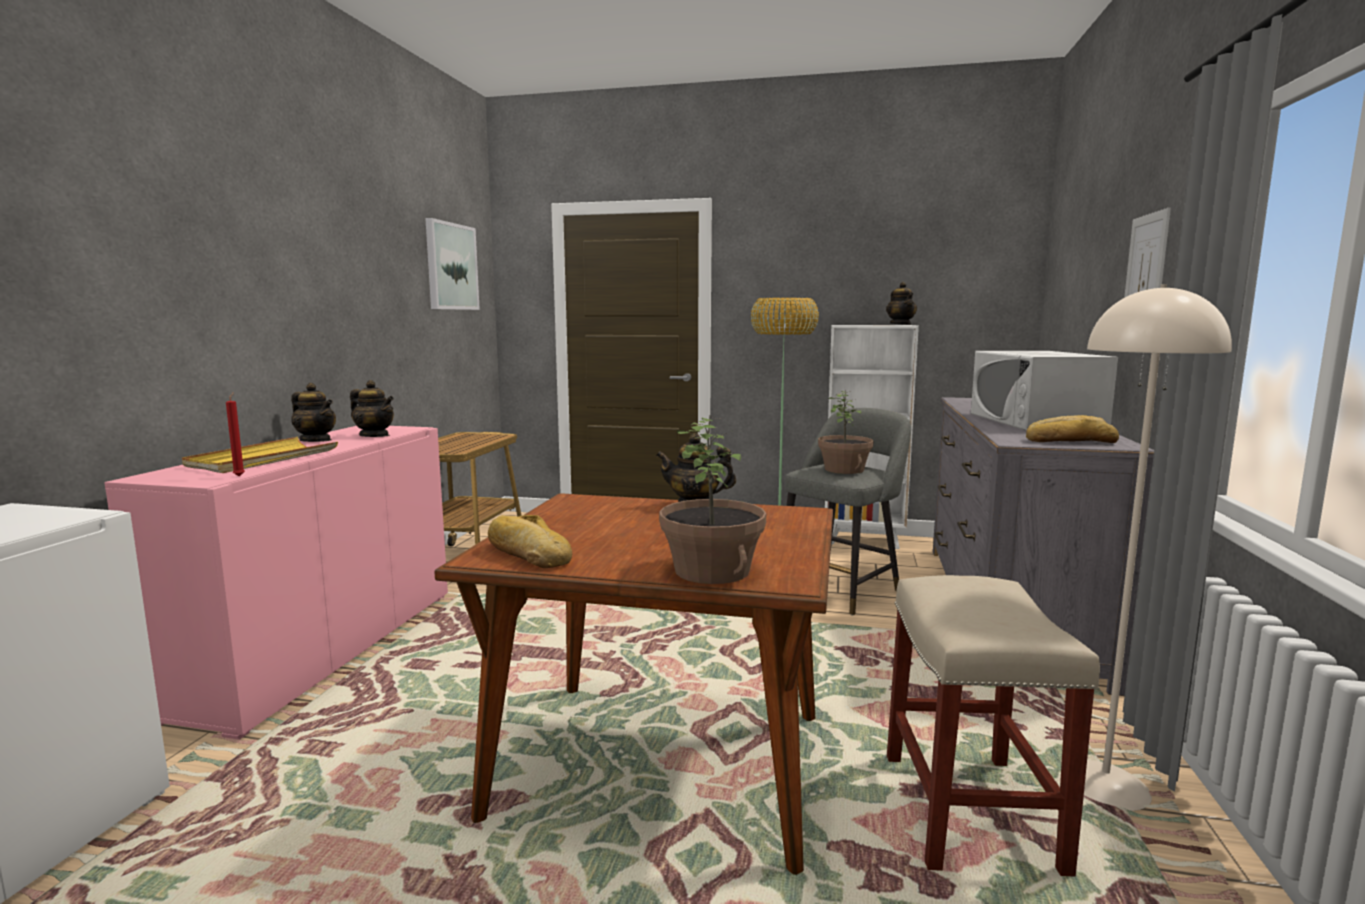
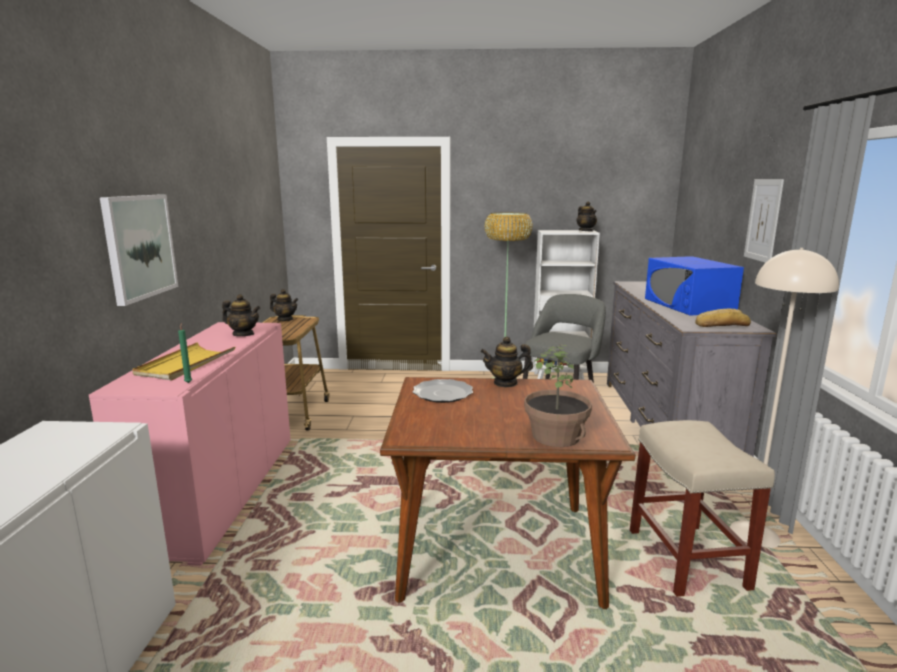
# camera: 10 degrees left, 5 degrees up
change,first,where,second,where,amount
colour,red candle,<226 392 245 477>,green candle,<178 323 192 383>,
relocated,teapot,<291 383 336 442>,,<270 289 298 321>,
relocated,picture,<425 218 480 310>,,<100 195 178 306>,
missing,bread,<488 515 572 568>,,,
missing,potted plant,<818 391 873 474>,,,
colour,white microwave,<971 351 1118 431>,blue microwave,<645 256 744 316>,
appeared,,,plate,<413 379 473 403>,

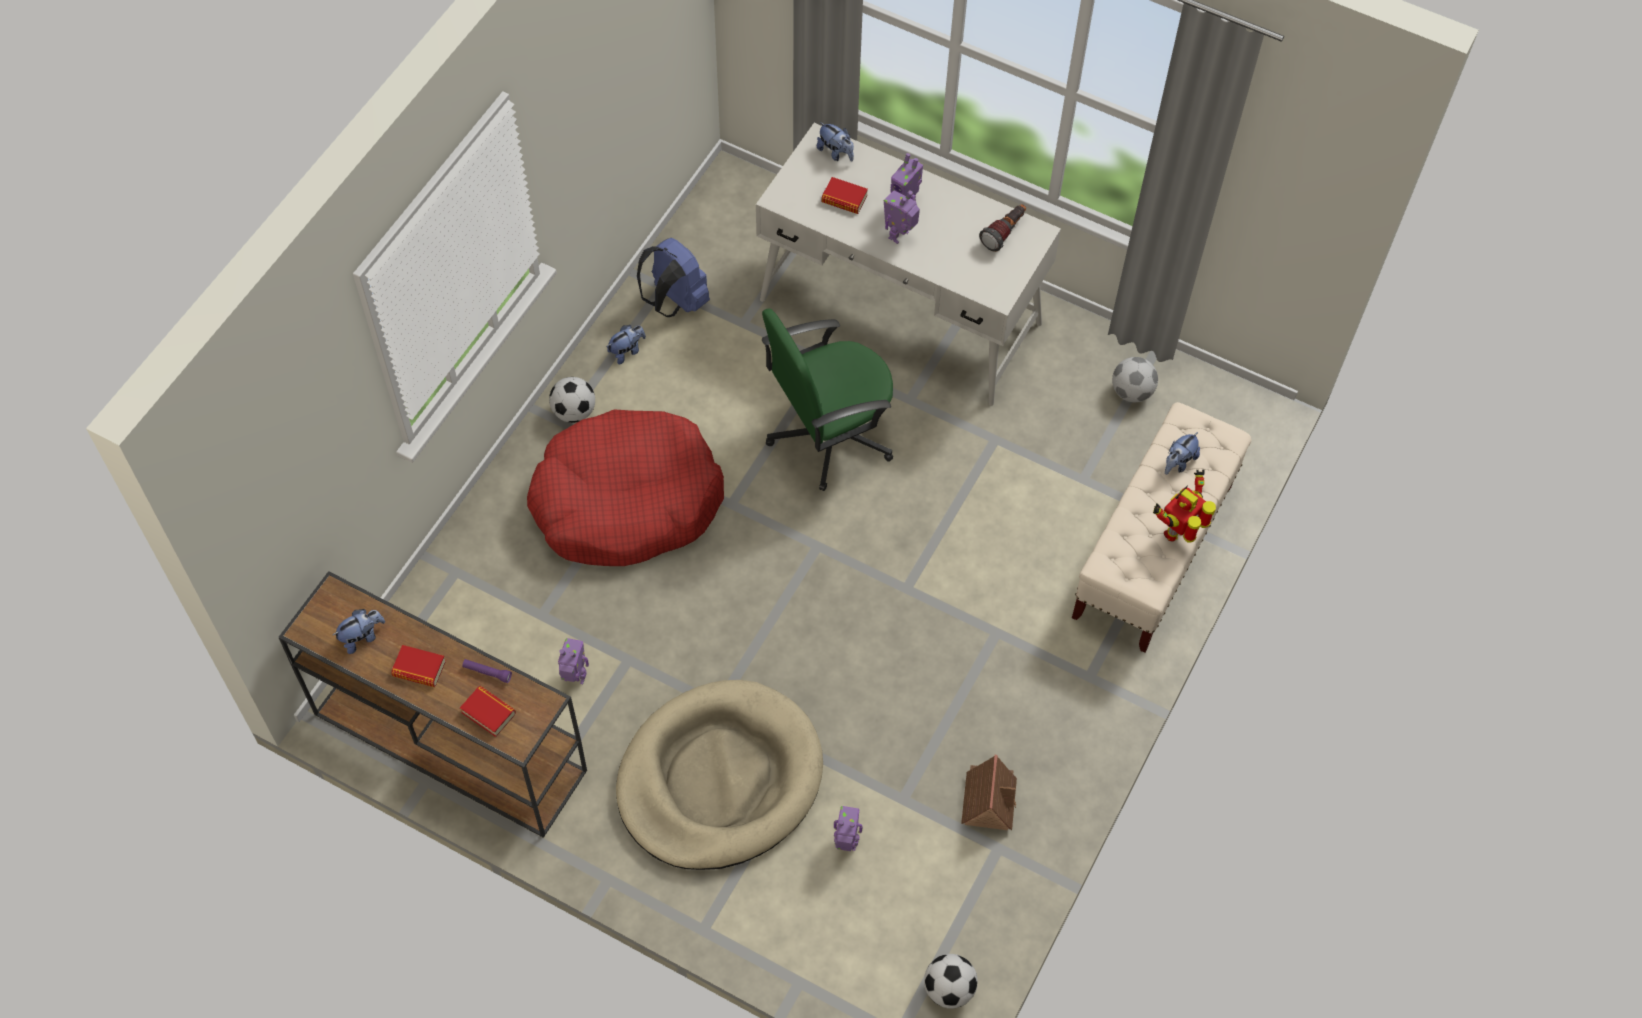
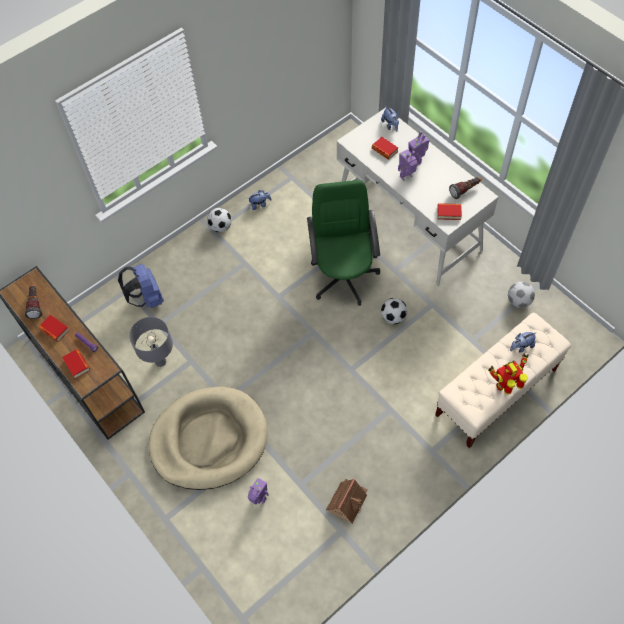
# camera: 25 degrees right, 0 degrees up
change,first,where,second,where,amount
exchanged,plush toy,<333 609 385 654>,flashlight,<25 284 42 319>,
missing,red dog bed,<527 409 724 566>,,,
exchanged,toy robot,<558 638 589 684>,grey table lamp,<129 317 173 367>,
relocated,blue backpack,<637 238 710 317>,,<118 264 164 308>,
spun,green office chair,<762 308 893 491>,,<307 180 380 306>,90 degrees clockwise
relocated,football,<924 954 978 1009>,,<381 298 407 324>,
appeared,,,book,<437 203 462 220>,

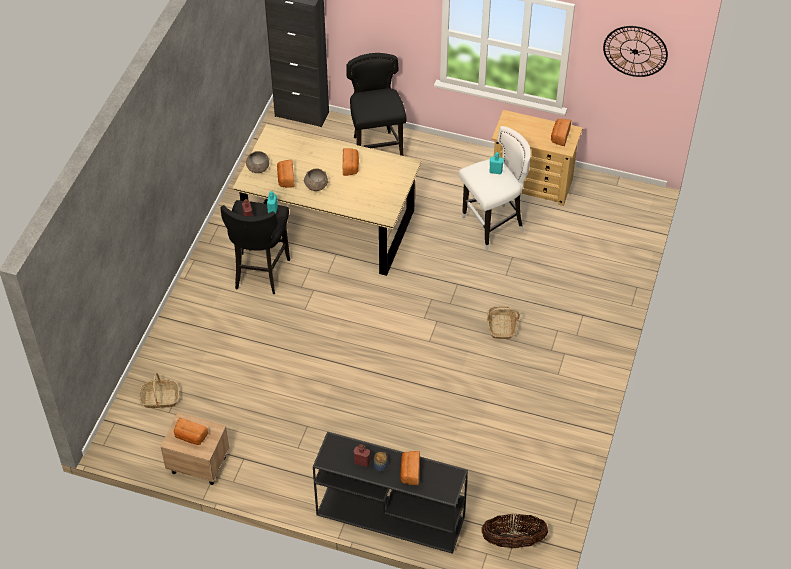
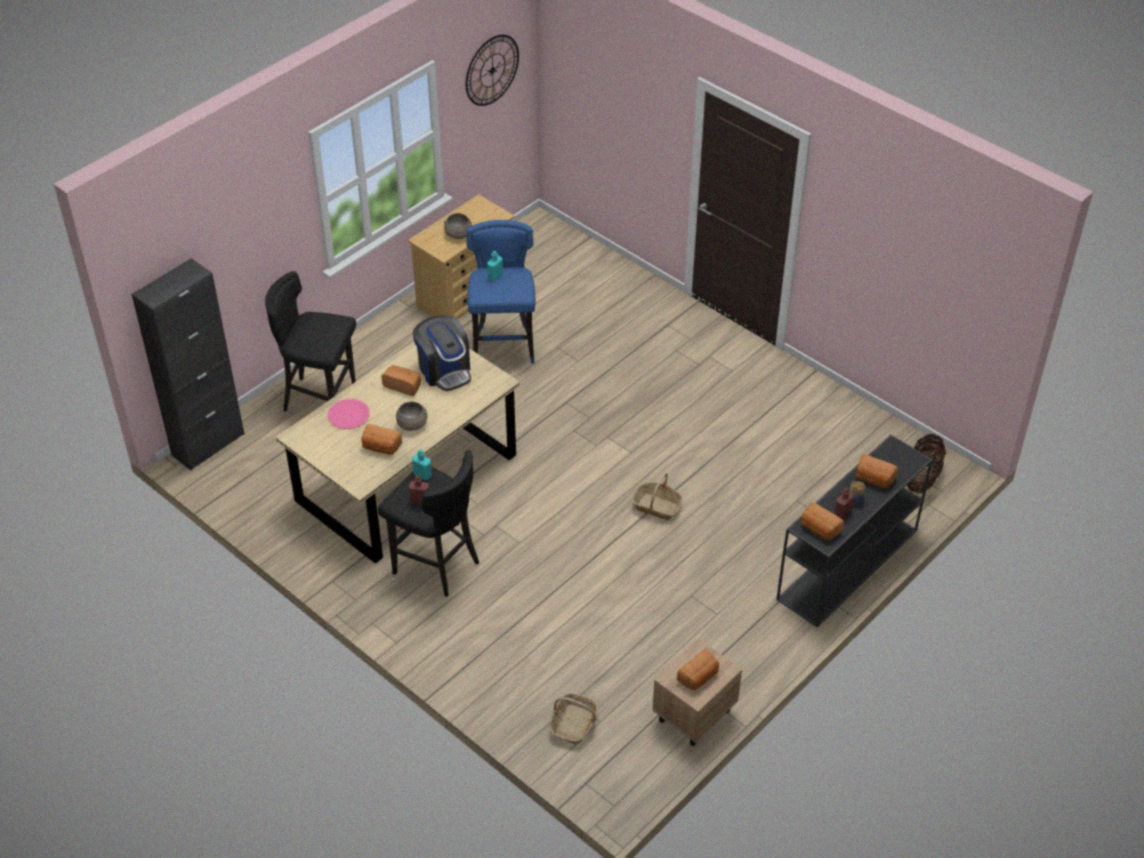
# camera: 65 degrees left, 5 degrees down
change,first,where,second,where,amount
relocated,grey bowl,<246 151 270 173>,,<444 213 472 239>,
colour,white stool,<459 126 531 251>,blue stool,<466 220 535 363>,
relocated,basket,<487 306 520 339>,,<632 473 683 520>,
relocated,bread,<551 119 571 146>,,<801 502 844 541>,
appeared,,,pink plate,<328 399 370 429>,
appeared,,,coffee machine,<413 315 471 391>,

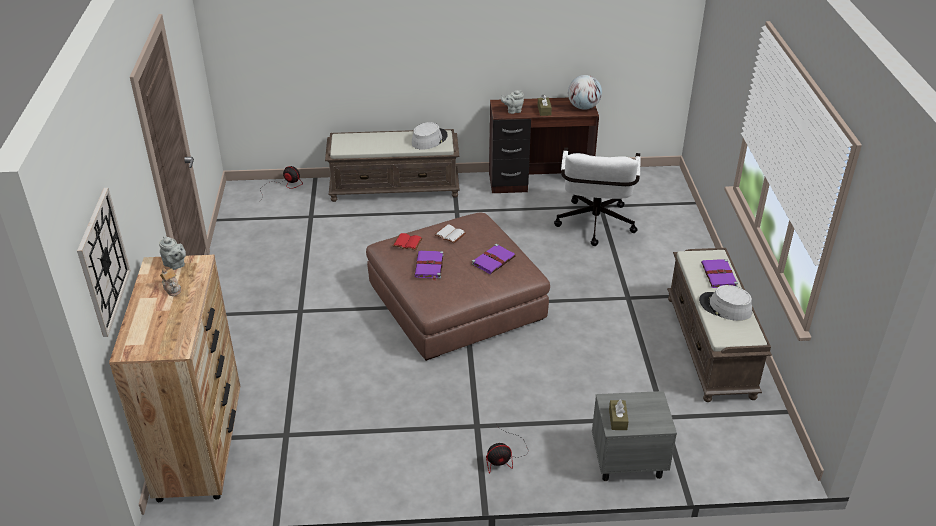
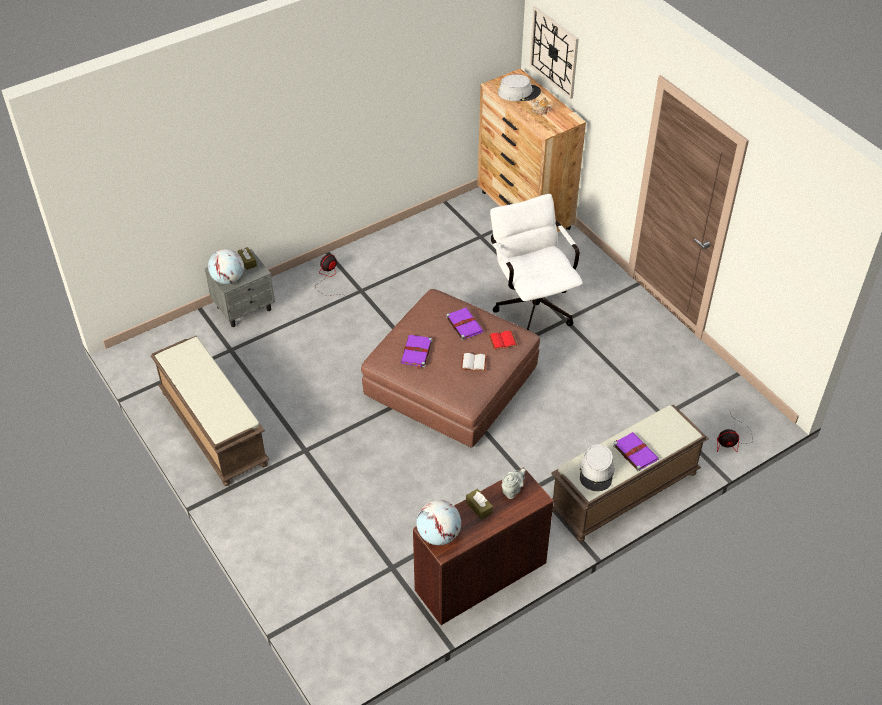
# camera: 150 degrees right, 10 degrees up
change,first,where,second,where,amount
missing,grey teapot,<159 236 186 270>,,,
relocated,white office chair,<554 148 641 246>,,<490 194 583 330>,
relocated,grey hat,<699 285 752 321>,,<498 74 541 101>,
relocated,purple book,<701 259 738 288>,,<613 432 659 472>,
appeared,,,globe,<208 249 244 284>,

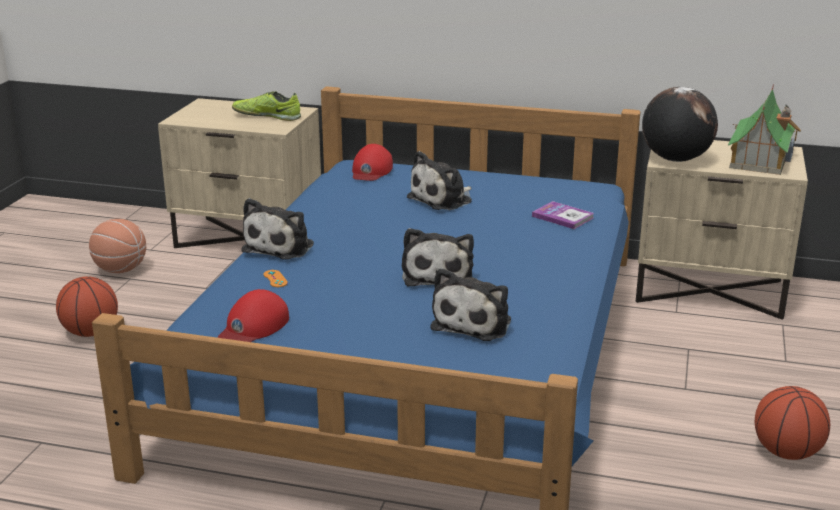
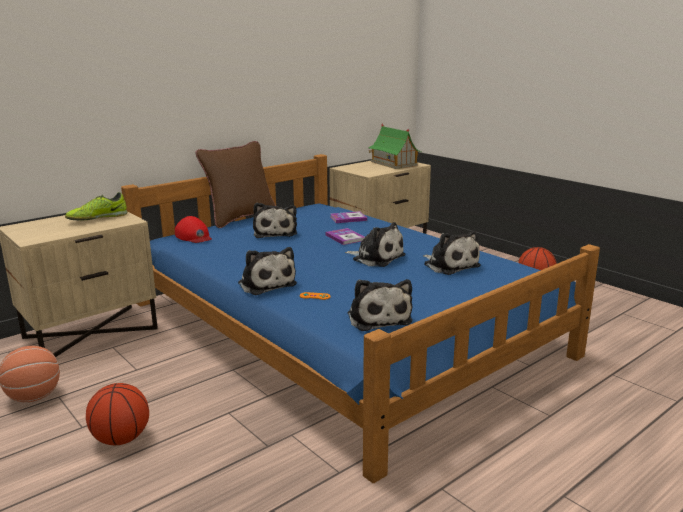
# camera: 55 degrees left, 5 degrees down
change,first,where,second,where,amount
exchanged,red cap,<218 289 289 342>,plush toy,<348 279 412 331>,
missing,globe,<642 87 718 162>,,,
appeared,,,brown pillow,<195 141 276 228>,
appeared,,,book,<325 228 365 245>,

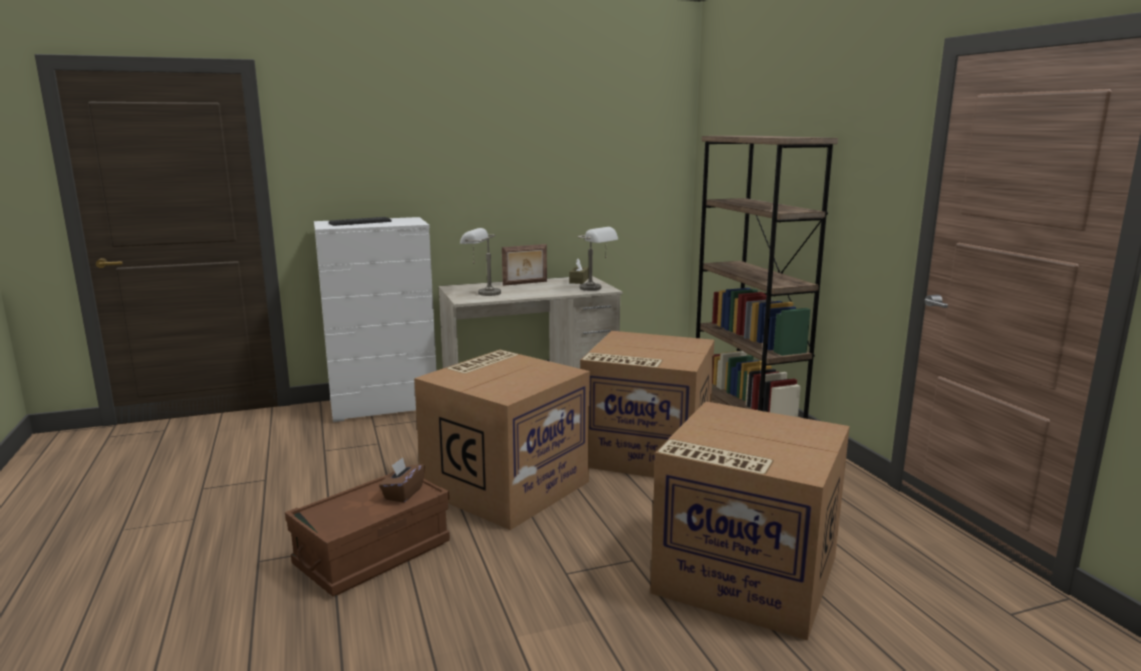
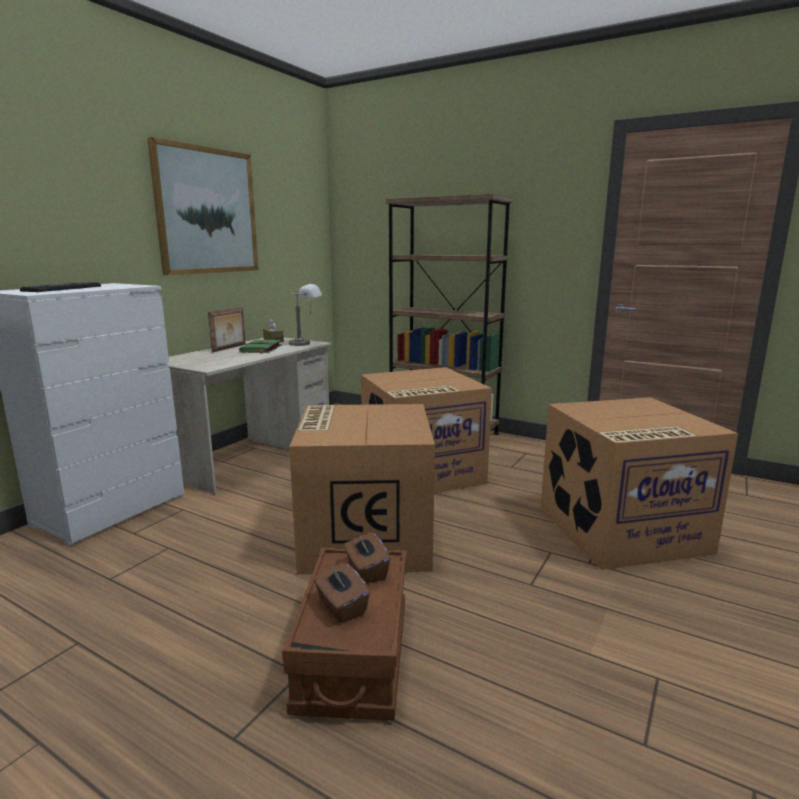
# camera: 40 degrees left, 0 degrees up
change,first,where,second,where,amount
missing,grey table lamp,<460 228 501 296>,,,
appeared,,,picture,<147 137 258 275>,
appeared,,,green book,<239 340 282 354>,
appeared,,,brown tissue box,<314 562 370 623>,

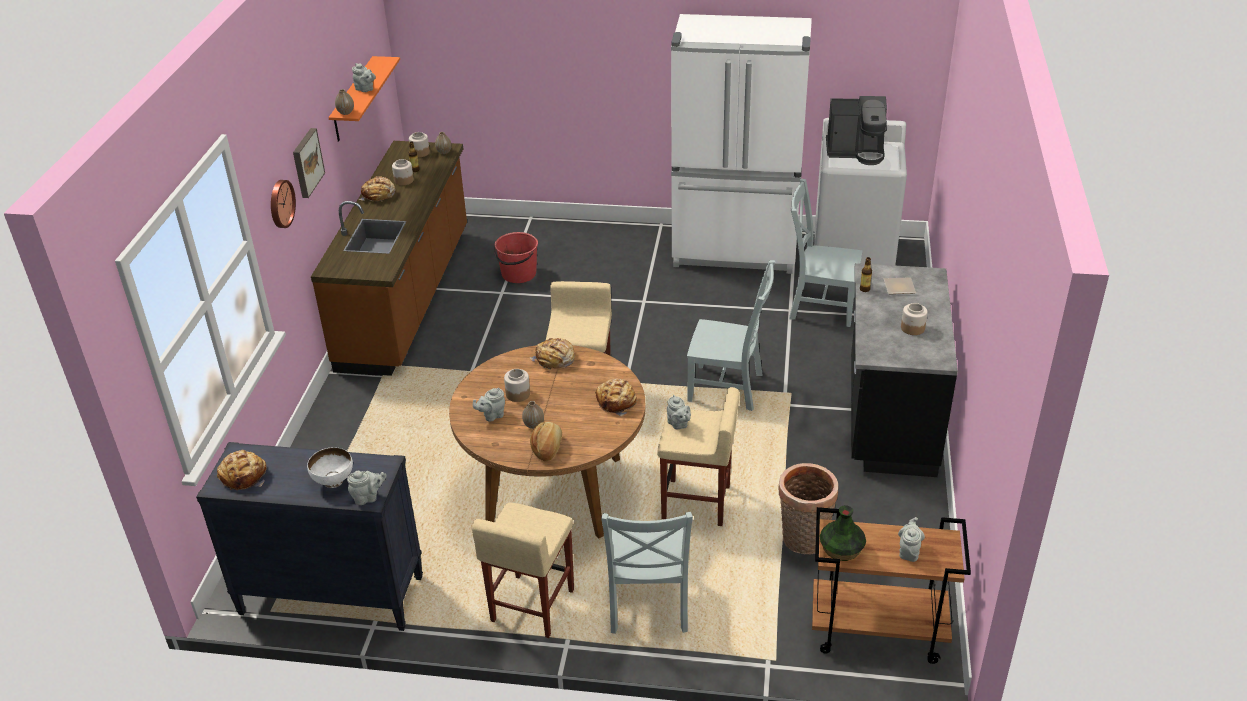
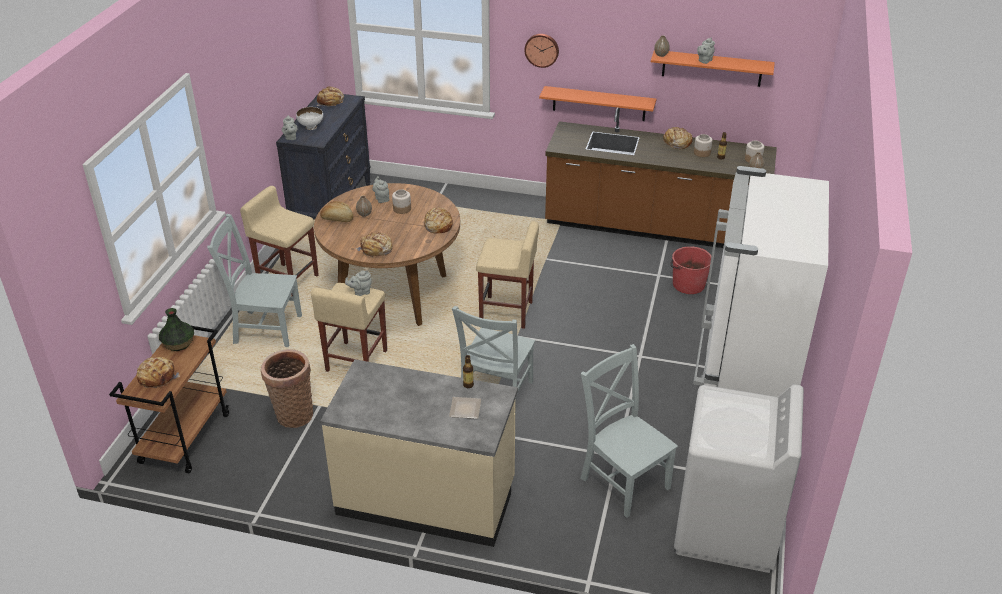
# camera: 95 degrees right, 0 degrees up
change,first,where,second,where,amount
missing,picture,<293 128 325 198>,,,
spun,grey chair,<789 178 862 327>,,<580 344 678 518>,60 degrees counterclockwise
missing,coffee machine,<826 96 887 165>,,,
colour,black counter,<851 263 958 477>,beige counter,<320 360 518 547>,
exchanged,grey teapot,<898 517 925 562>,bread,<136 357 180 389>,
missing,jar,<901 303 928 335>,,,
appeared,,,orange shelf,<539 86 656 121>,

